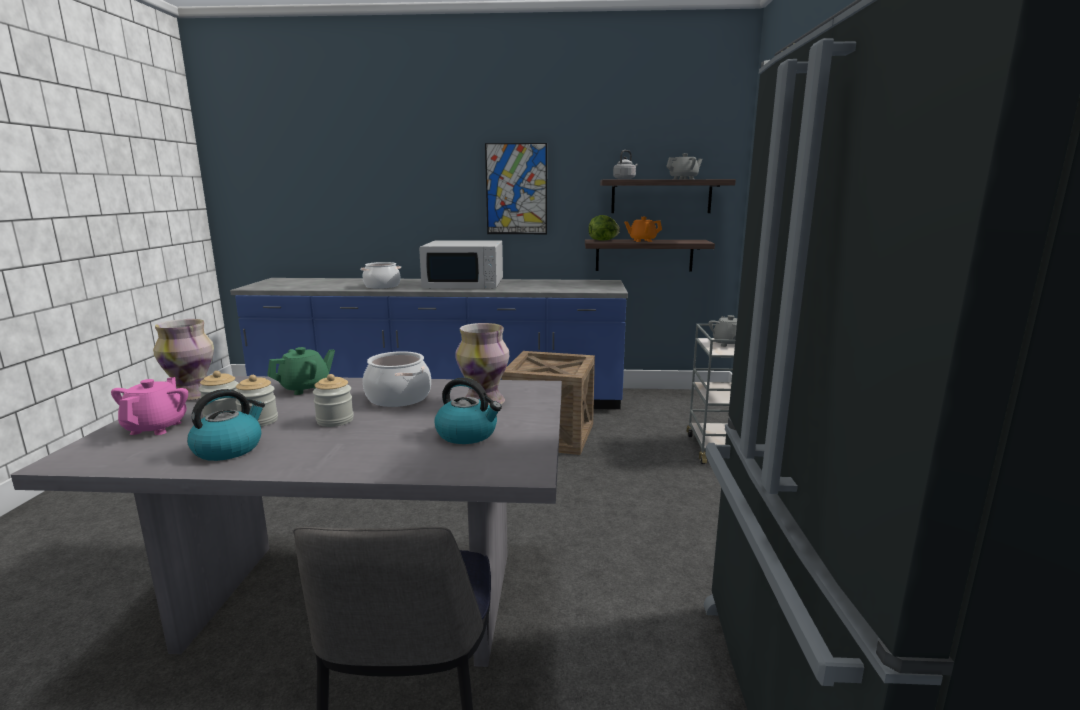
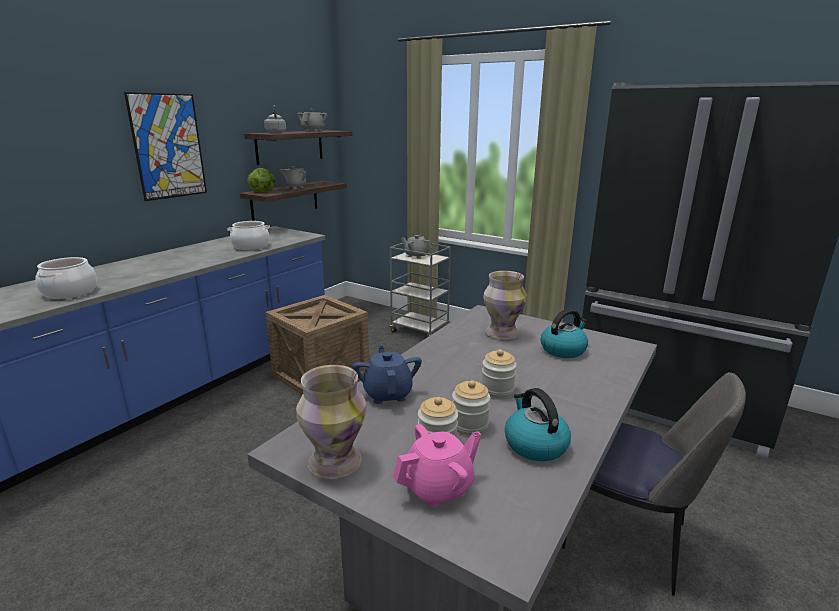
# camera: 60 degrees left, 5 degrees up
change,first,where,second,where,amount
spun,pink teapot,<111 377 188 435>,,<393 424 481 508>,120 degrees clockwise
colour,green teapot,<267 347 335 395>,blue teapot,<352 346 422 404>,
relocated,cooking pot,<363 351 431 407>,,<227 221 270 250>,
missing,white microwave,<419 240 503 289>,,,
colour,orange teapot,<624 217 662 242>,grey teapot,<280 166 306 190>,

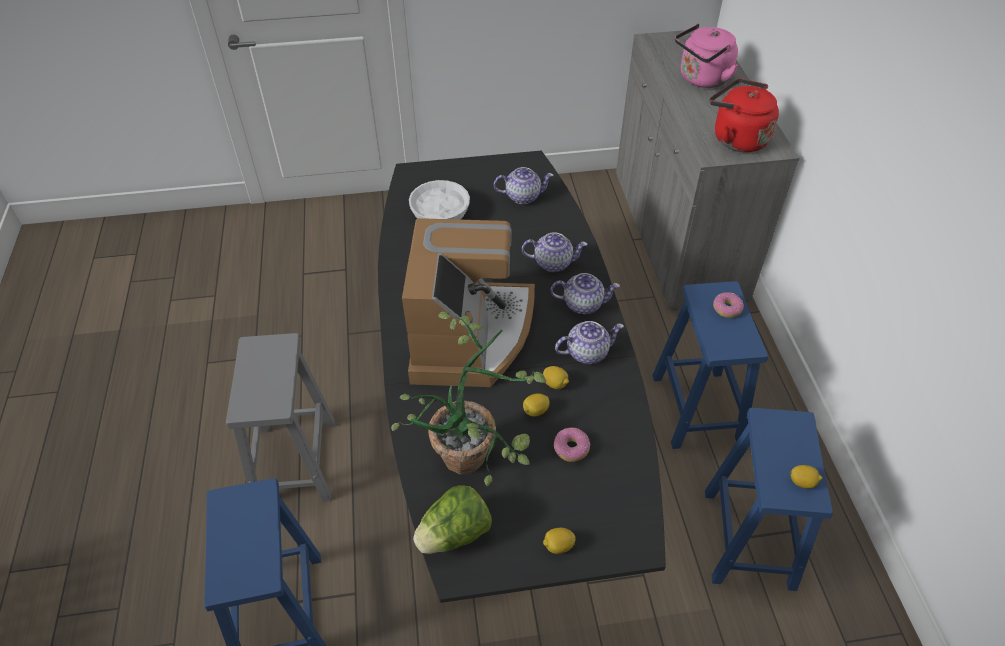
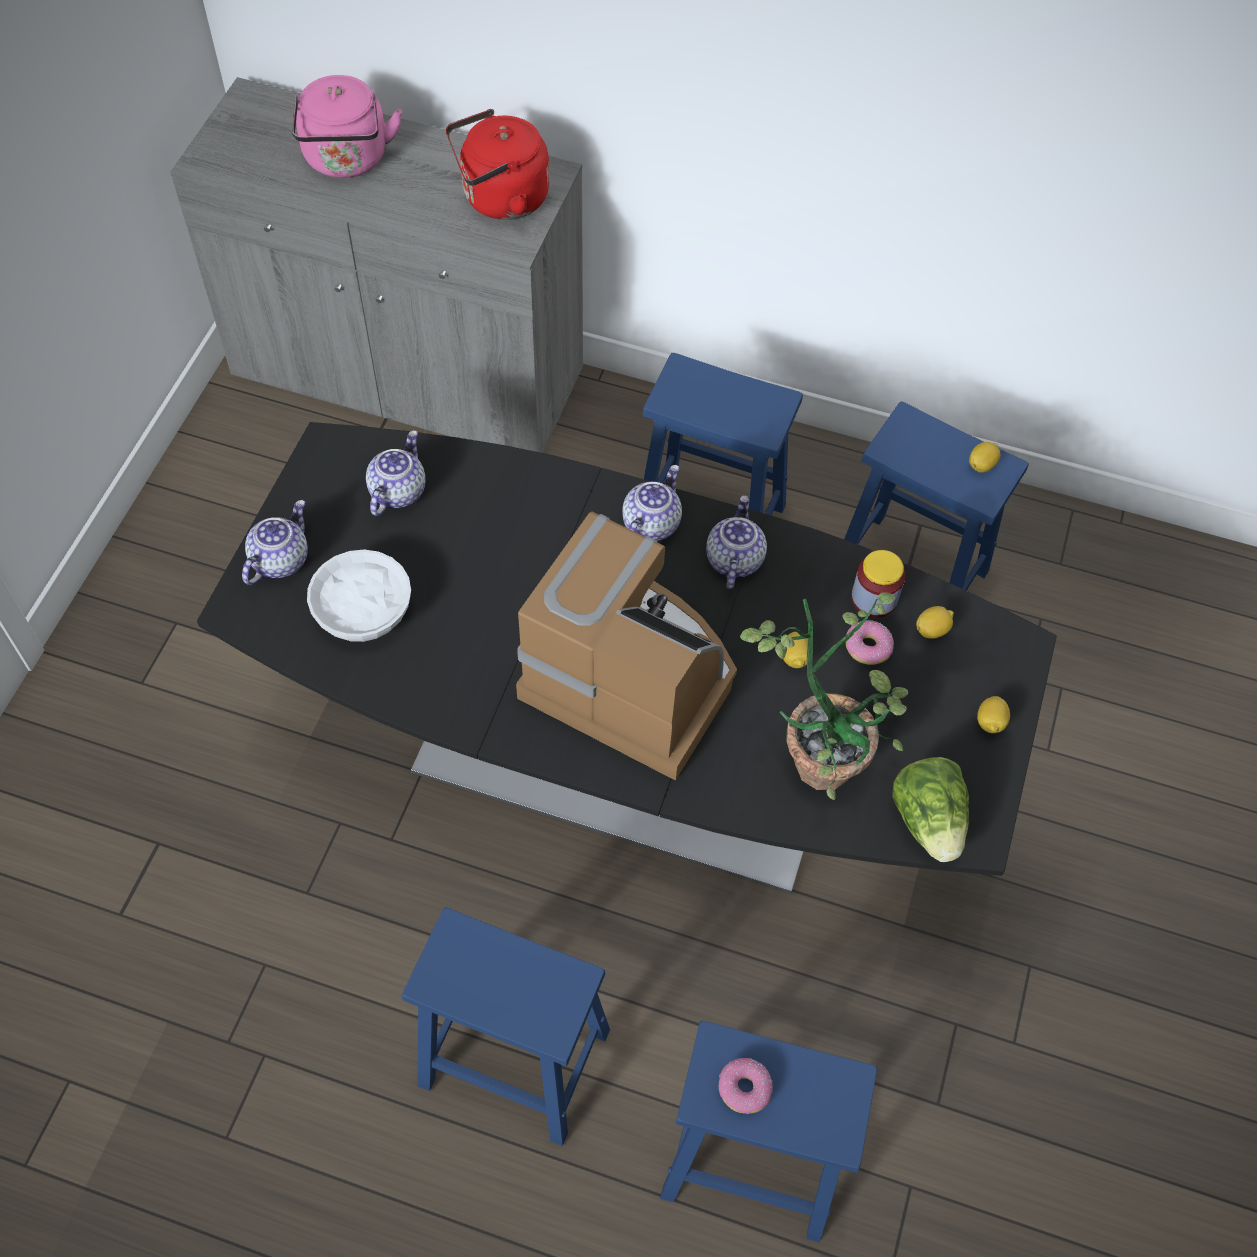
# camera: 65 degrees left, 10 degrees up
change,first,where,second,where,amount
colour,grey stool,<226 333 335 502>,blue stool,<402 908 610 1146>,
relocated,teapot,<522 232 587 272>,,<242 500 308 585>,
relocated,lemon,<543 366 569 389>,,<916 606 954 639>,
relocated,donut,<713 292 744 318>,,<719 1058 773 1114>,
appeared,,,jar,<851 550 905 618>,

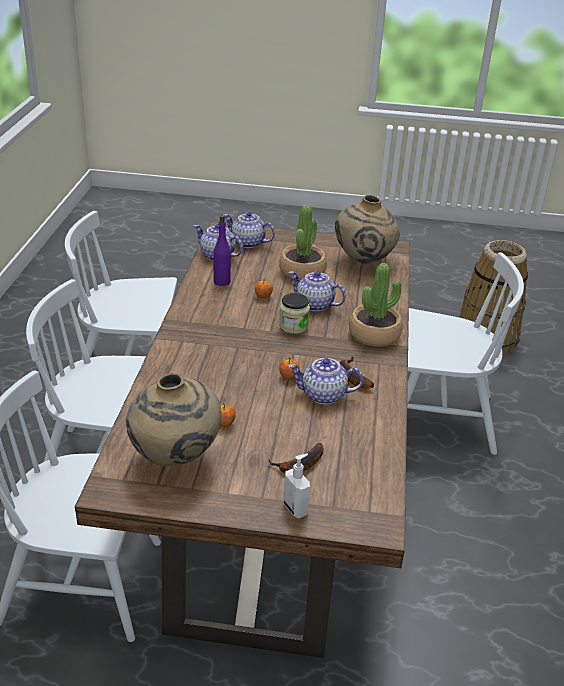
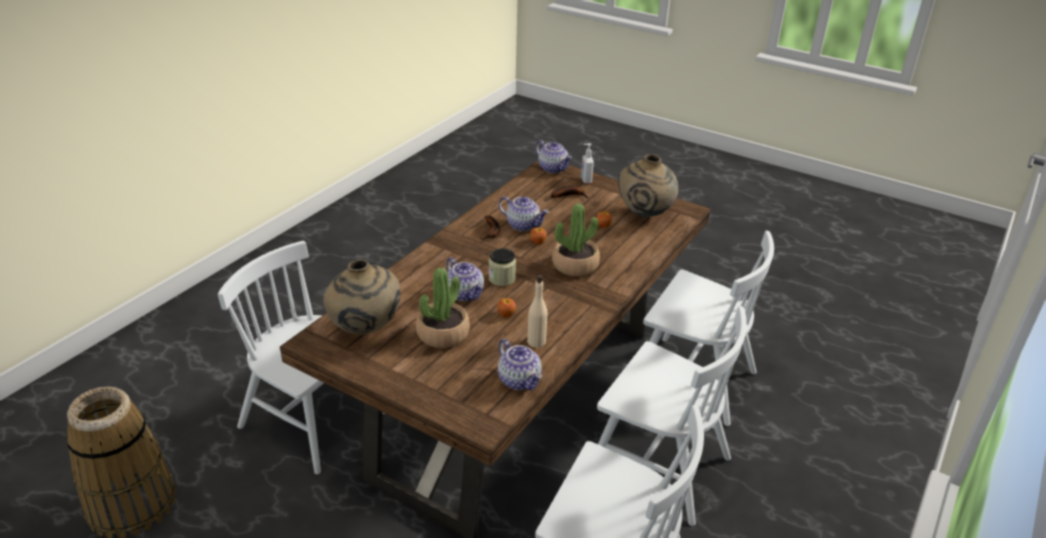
# camera: 155 degrees left, 0 degrees up
change,first,where,second,where,amount
colour,purple bottle,<214 215 231 286>,beige bottle,<527 275 547 348>,
relocated,teapot,<224 212 275 248>,,<536 140 572 173>,
relocated,potted plant,<349 263 403 347>,,<552 203 600 276>,

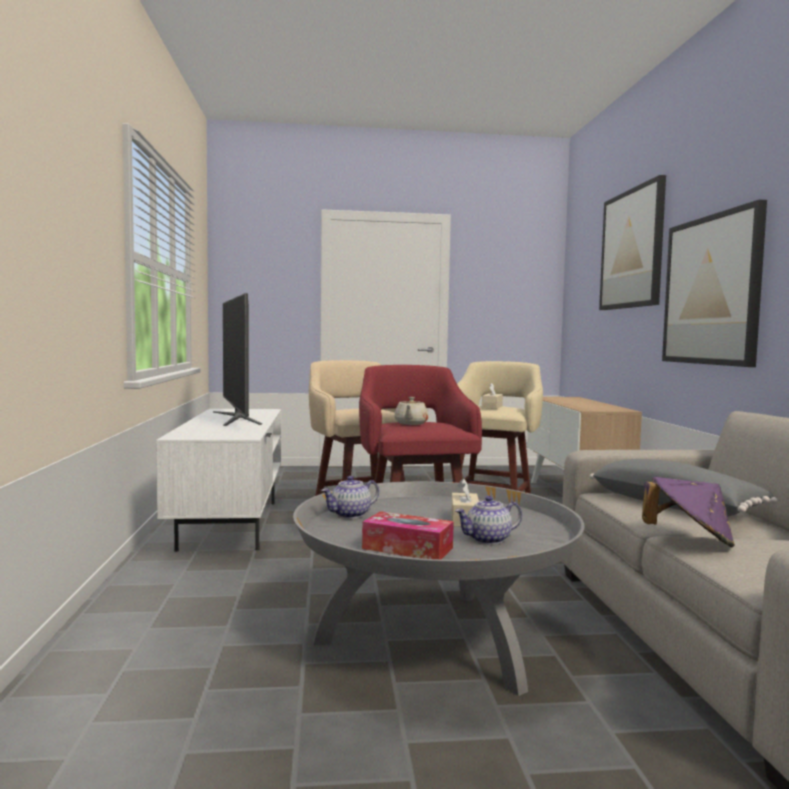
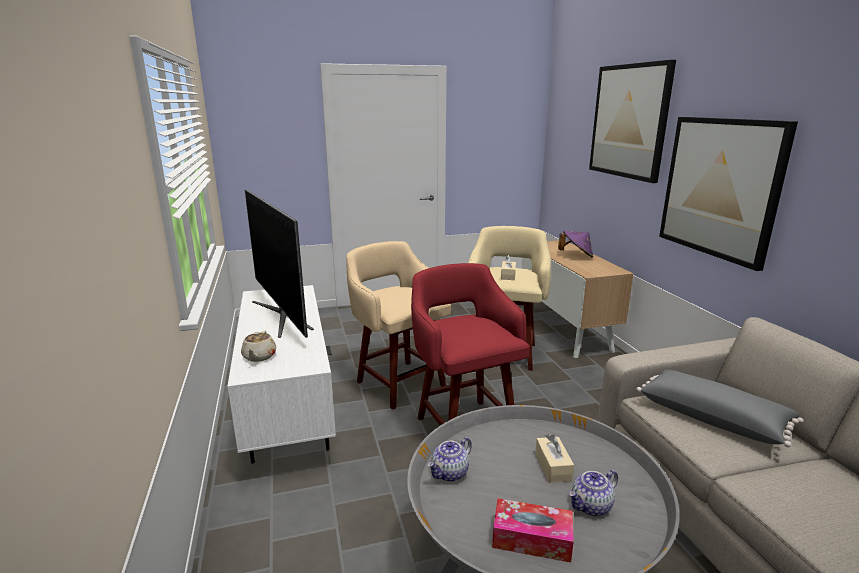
# camera: 10 degrees left, 15 degrees up
change,first,where,second,where,amount
relocated,beige teapot,<394 397 429 425>,,<241 330 276 362>,
relocated,purple hat,<642 477 735 548>,,<558 231 593 257>,

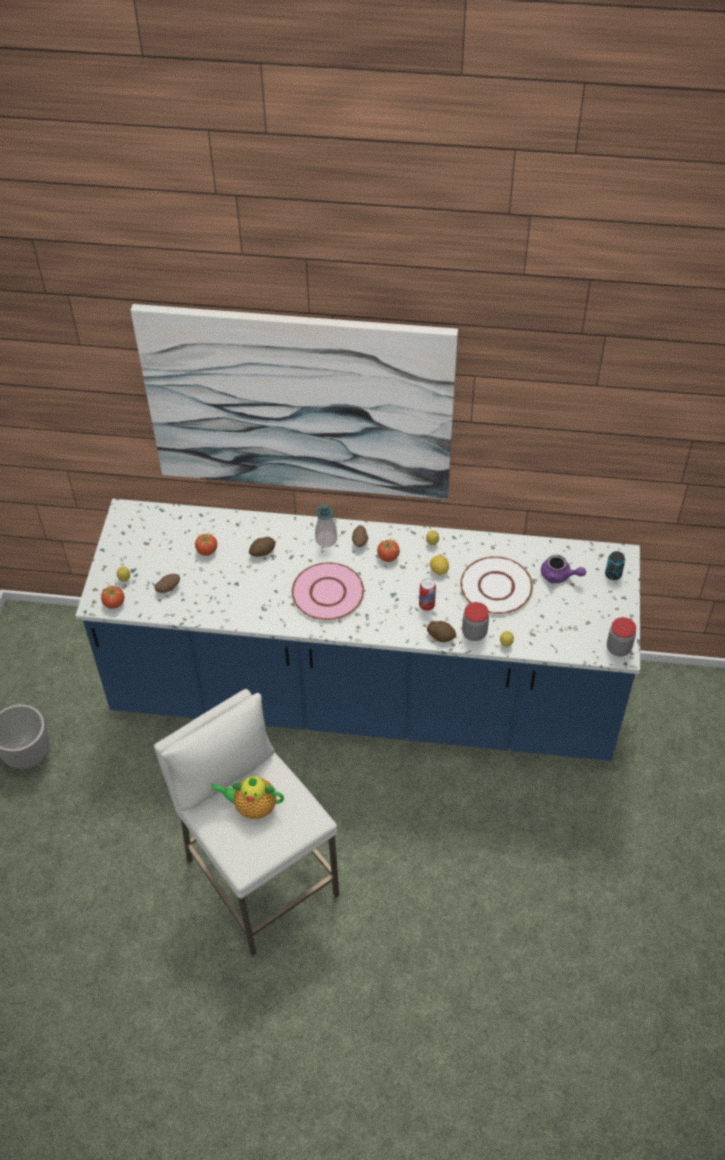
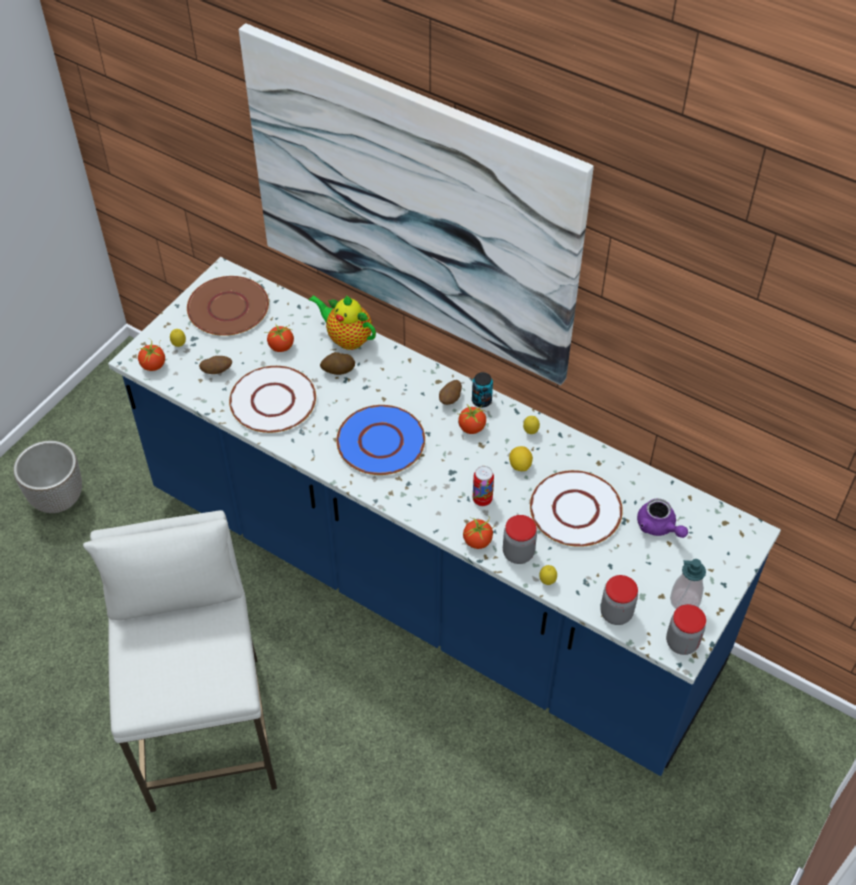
# camera: 25 degrees right, 0 degrees up
change,first,where,second,where,amount
relocated,teapot,<211 776 284 819>,,<309 295 376 350>,
colour,pink plate,<292 562 364 620>,blue plate,<336 405 425 475>,
relocated,soap dispenser,<315 504 337 547>,,<670 559 706 609>,
exchanged,potato,<427 621 456 642>,tomato,<463 516 496 549>,
relocated,can,<605 551 625 580>,,<472 372 493 408>,
appeared,,,brown plate,<187 276 269 336>,
appeared,,,white plate,<229 366 316 433>,
appeared,,,jar,<600 575 638 625>,

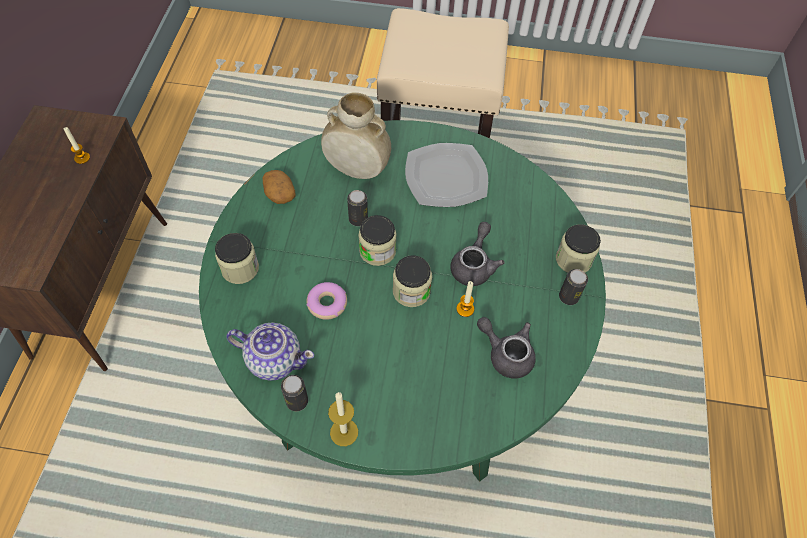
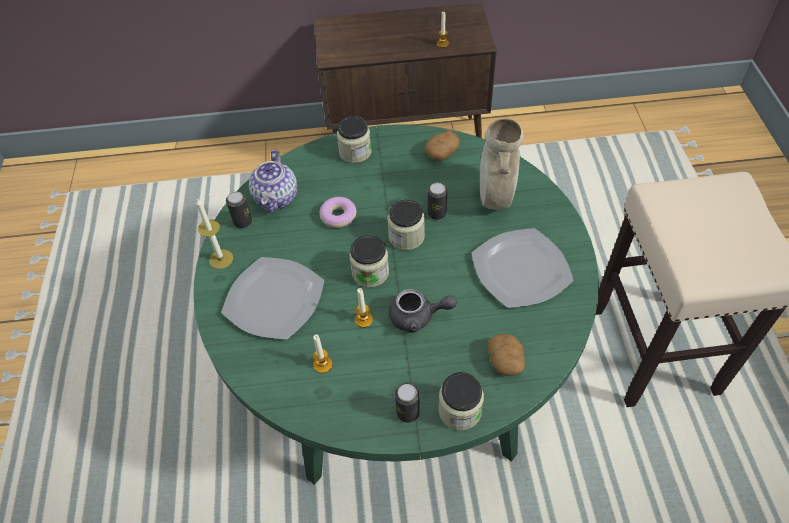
# camera: 80 degrees right, 5 degrees down
change,first,where,second,where,amount
exchanged,grey teapot,<477 317 536 379>,candle,<313 334 333 373>,
appeared,,,plate,<221 257 324 339>,
appeared,,,potato,<488 334 525 376>,

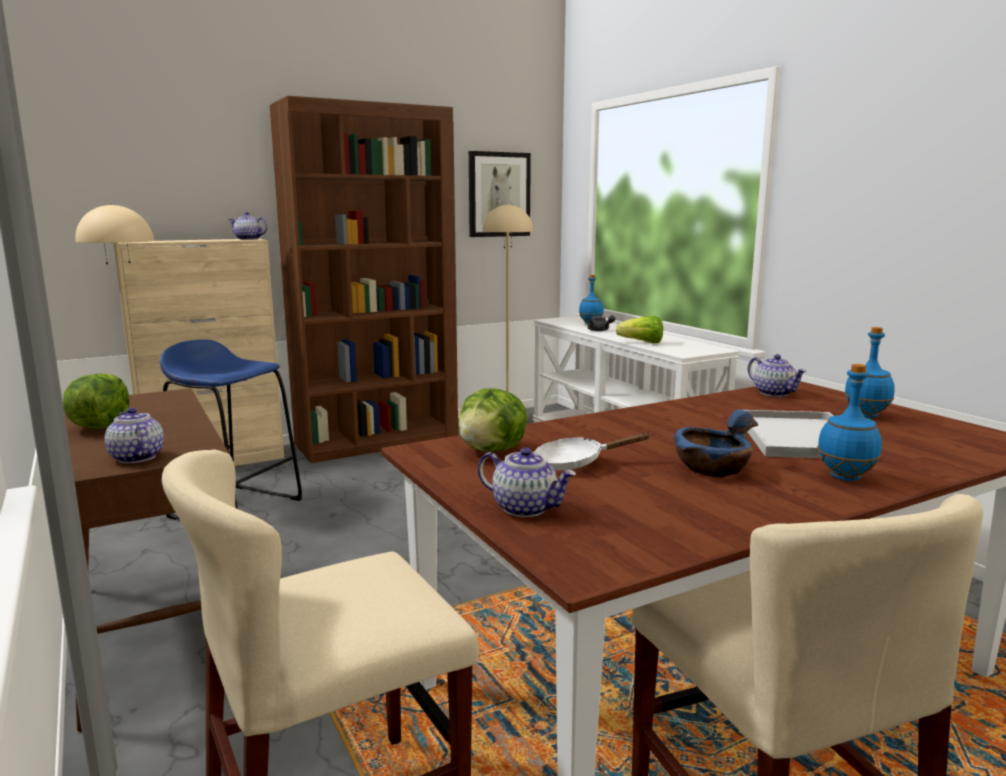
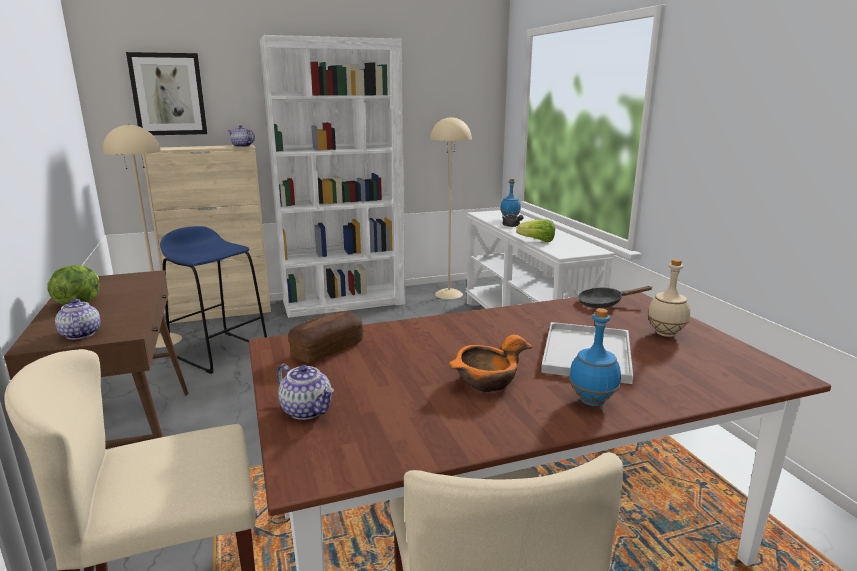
# camera: 10 degrees right, 5 degrees up
change,first,where,second,where,amount
colour,brown bookcase,<270 96 458 463>,white bookcase,<260 35 405 318>,
exchanged,lettuce,<459 388 527 452>,bread,<288 311 363 363>,
relocated,picture,<469 151 531 237>,,<126 52 207 135>,
missing,white frying pan,<533 433 651 470>,,,
colour,blue bowl,<674 409 758 477>,orange bowl,<449 335 533 392>,
exchanged,teapot,<748 354 807 397>,black frying pan,<578 286 653 308>,
colour,blue bottle,<844 327 895 418>,beige bottle,<648 259 690 337>,

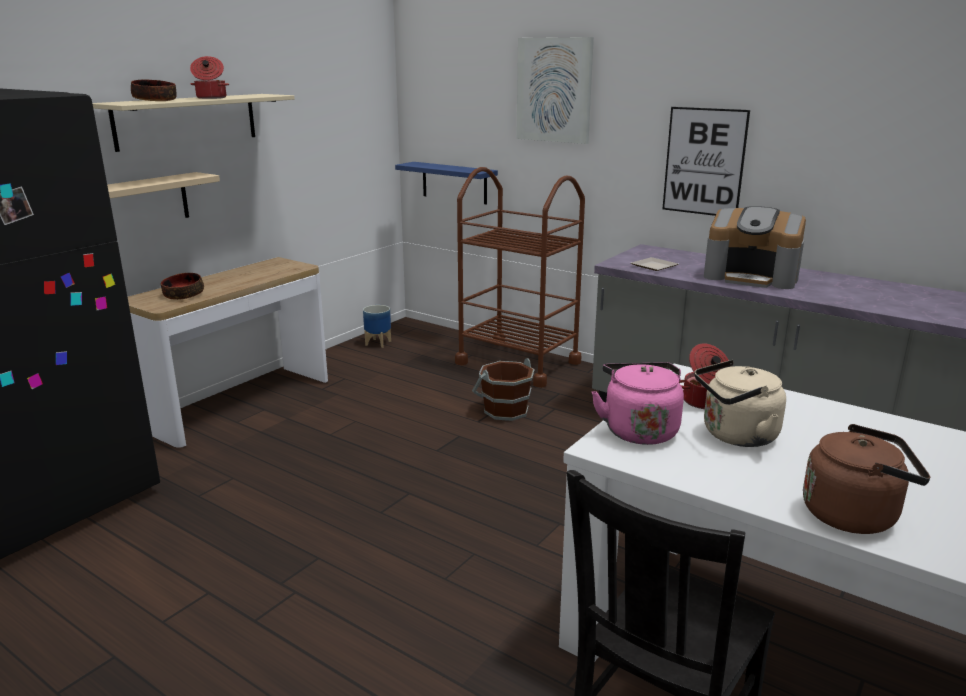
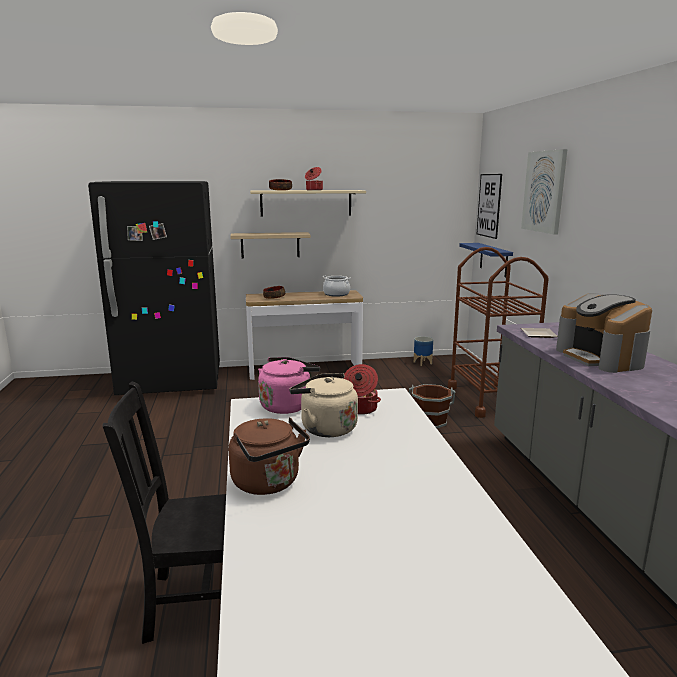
# camera: 45 degrees right, 5 degrees down
change,first,where,second,where,amount
relocated,picture,<662 107 750 216>,,<477 174 502 239>,
appeared,,,cooking pot,<323 276 351 297>,

